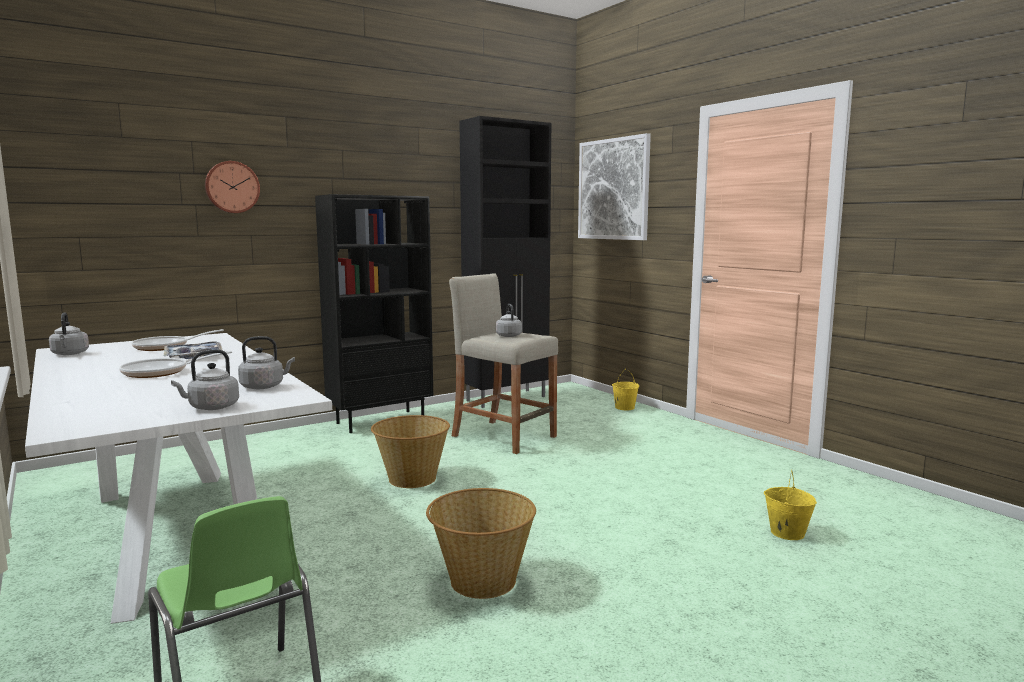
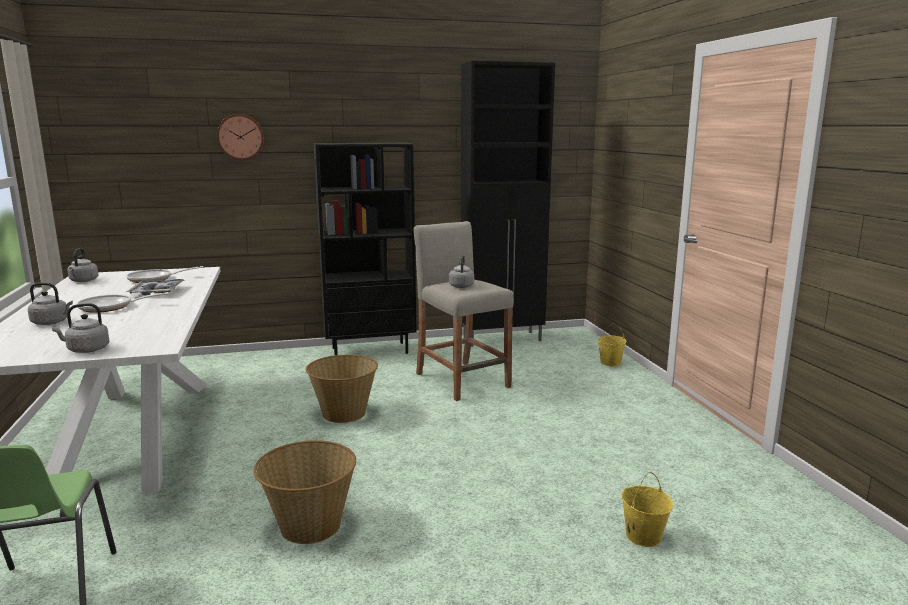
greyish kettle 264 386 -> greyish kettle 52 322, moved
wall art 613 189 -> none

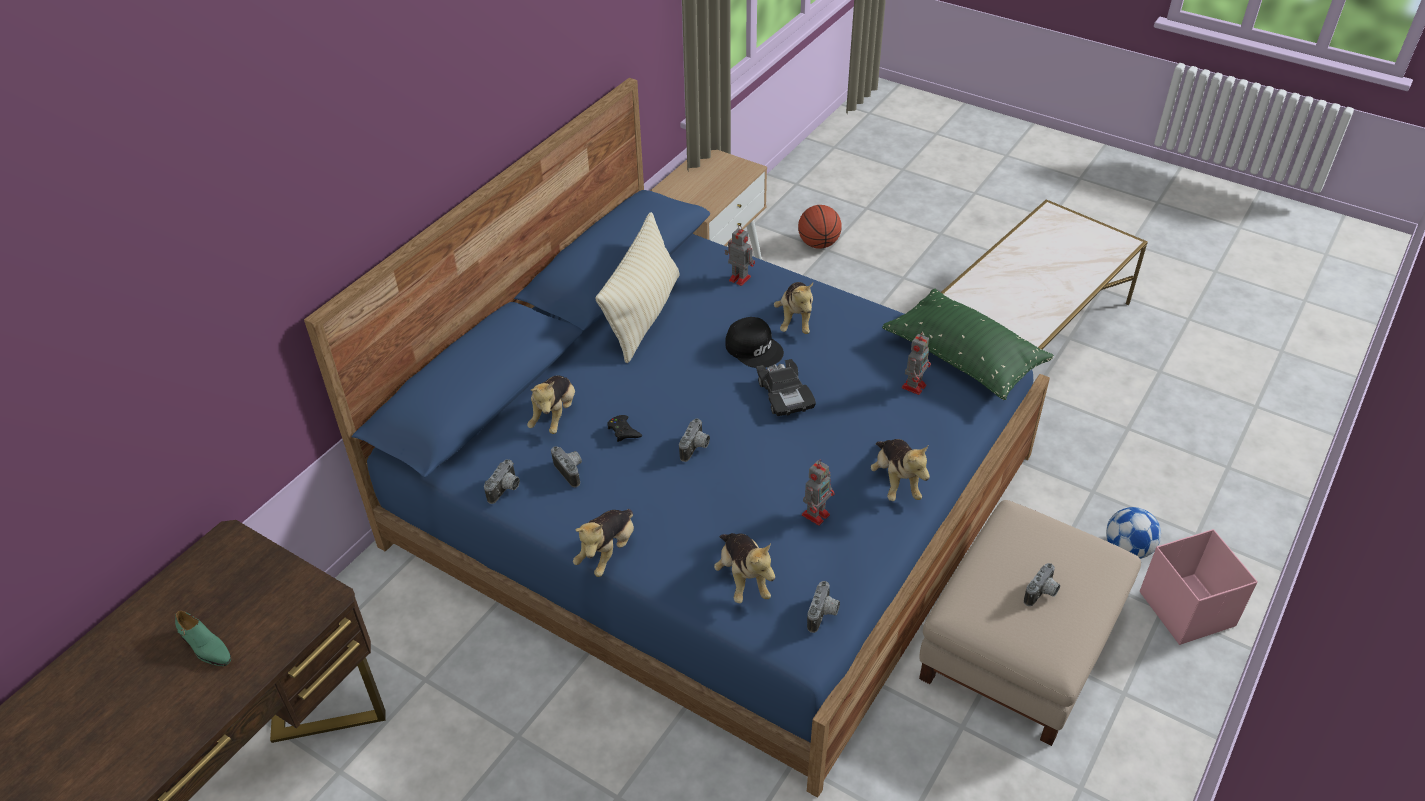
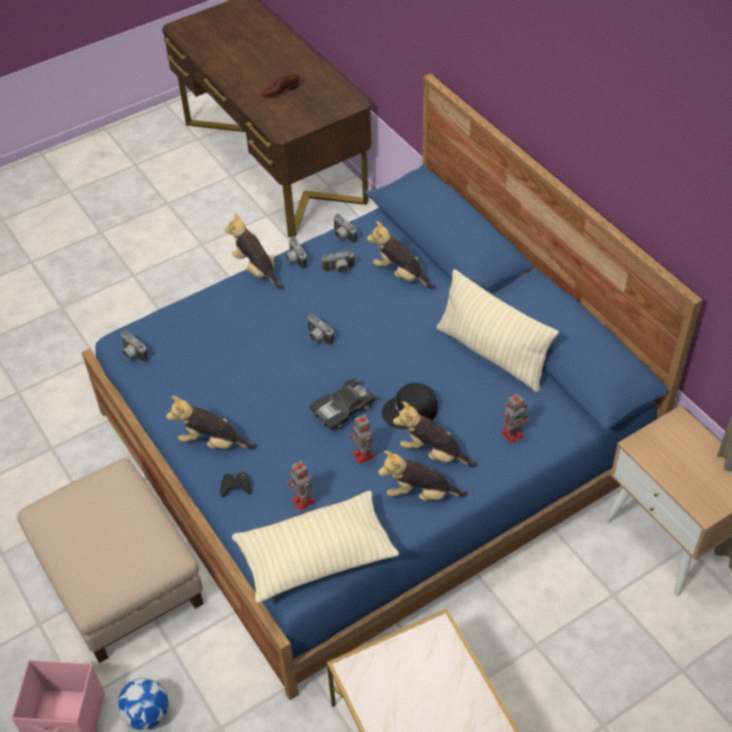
green-coloured low shoe 205 647 -> brown-coloured low shoe 280 91
black-coloured joypad 623 431 -> black-coloured joypad 236 487, moved
cuddly toy 743 578 -> cuddly toy 420 494, moved
black-coloured toy car 784 395 -> black-coloured toy car 343 409, 45 degrees counterclockwise
basketball 818 244 -> none
robot figure 816 514 -> robot figure 364 456, moved
green-coloured pillow 964 358 -> beige-coloured pillow 316 557
still camera 1042 594 -> still camera 294 260, moved

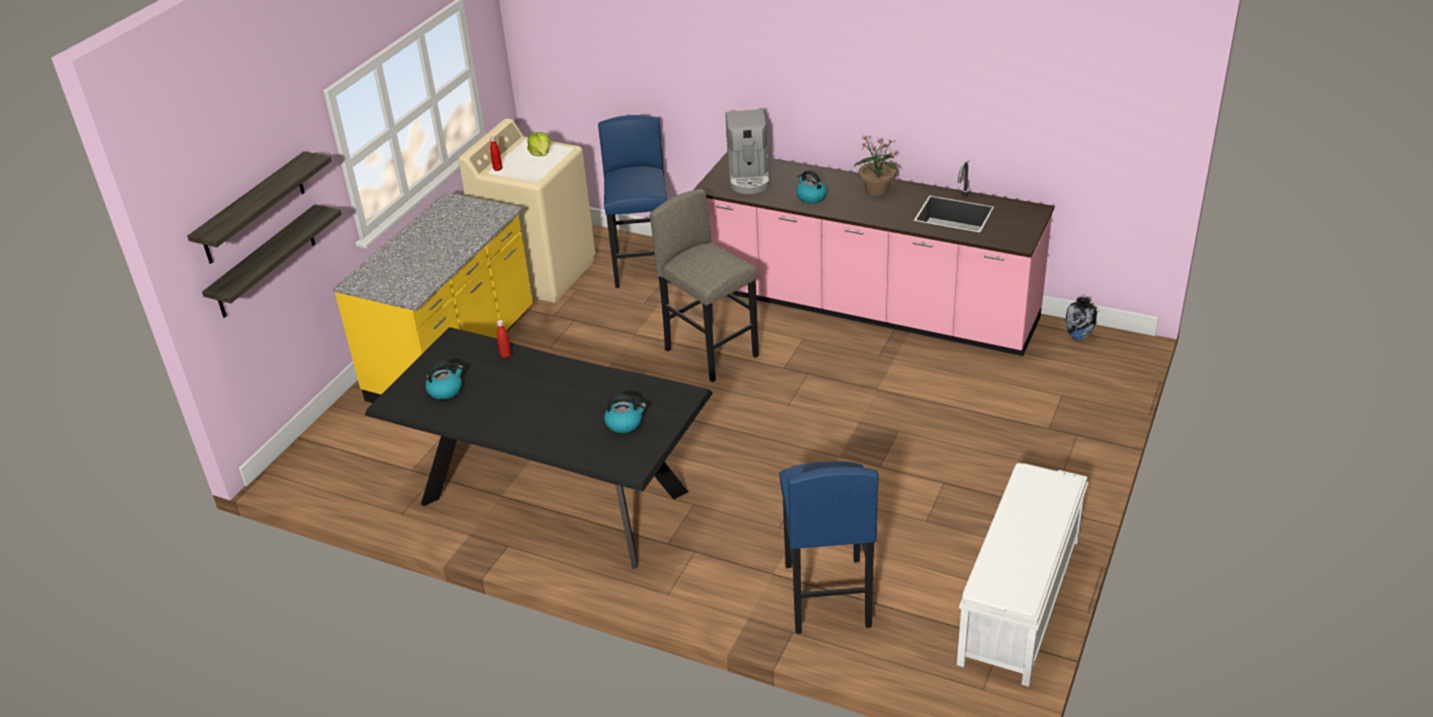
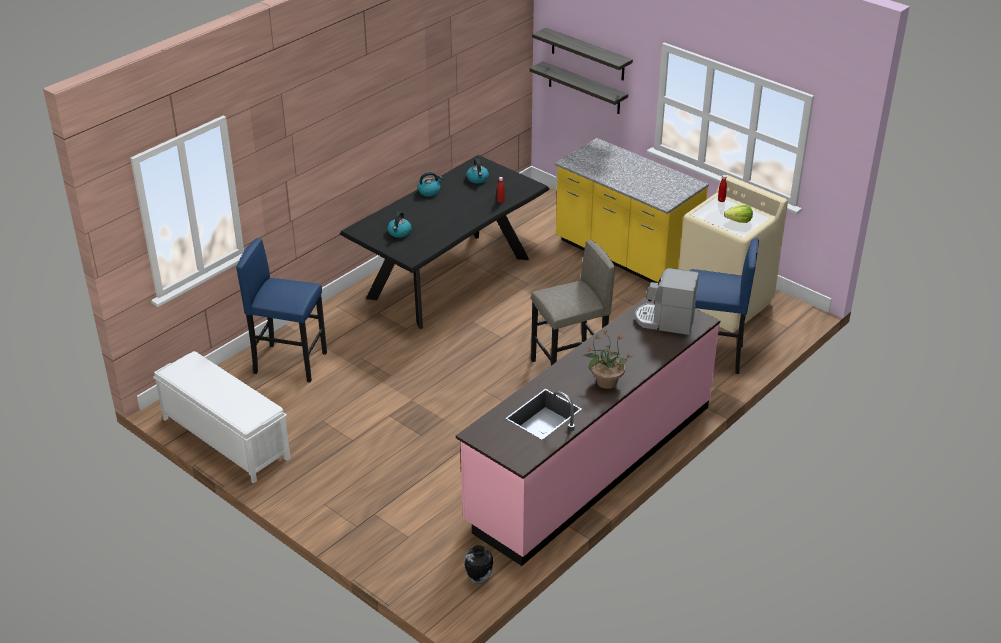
kettle 811 197 -> kettle 429 191, moved

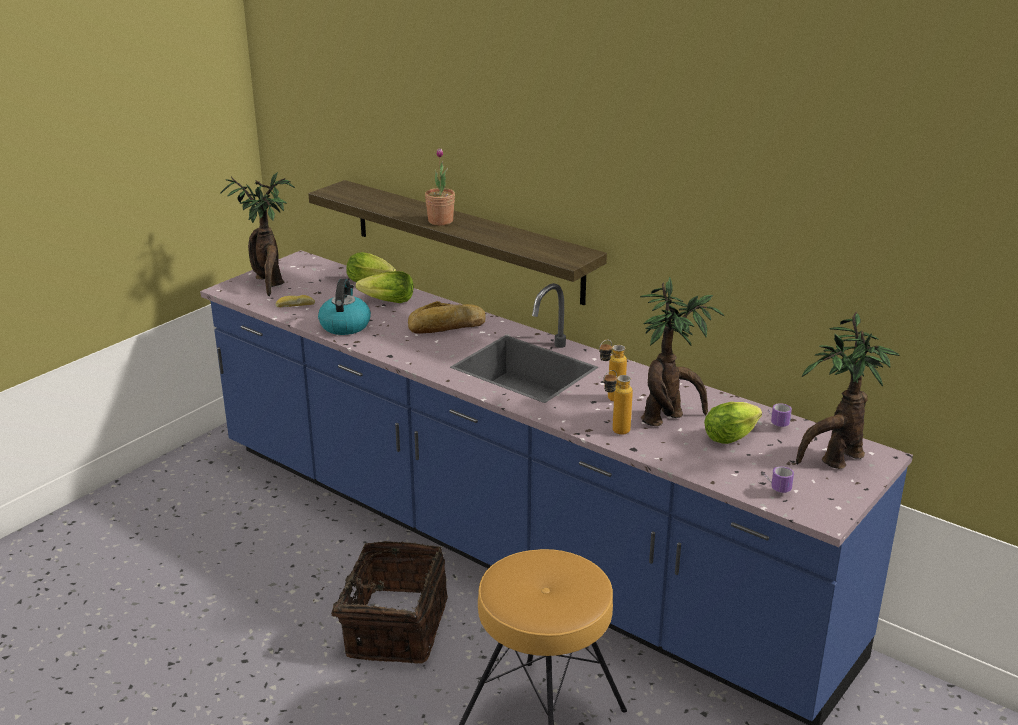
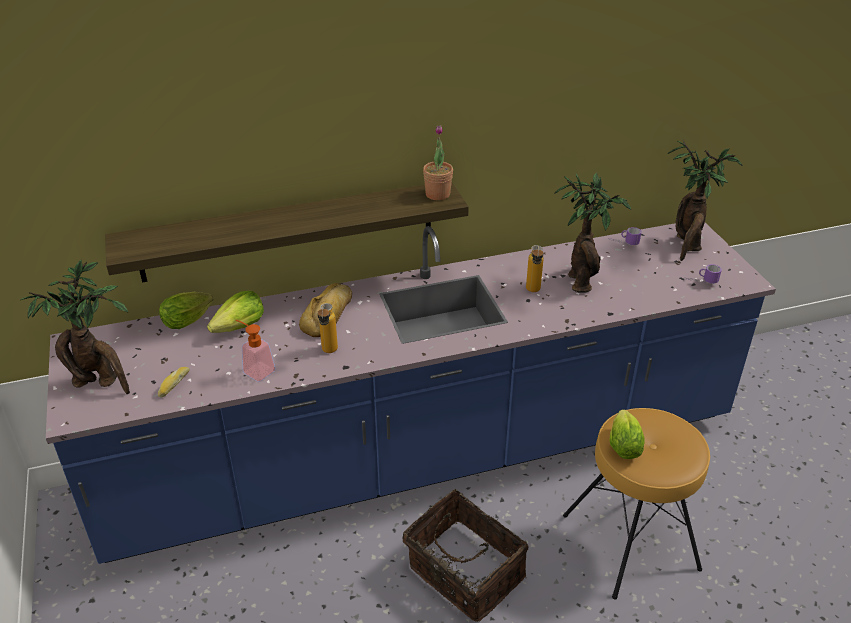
kettle 345 325 -> soap dispenser 255 370
plant in a pot 440 221 -> plant in a pot 437 194, moved
beverage bottle 615 432 -> beverage bottle 328 353, moved
lettuce 733 436 -> lettuce 623 444, moved

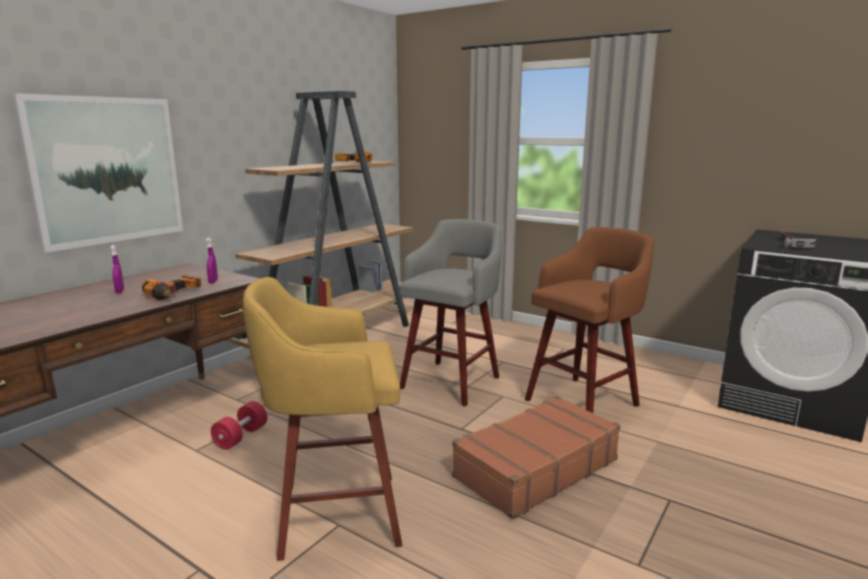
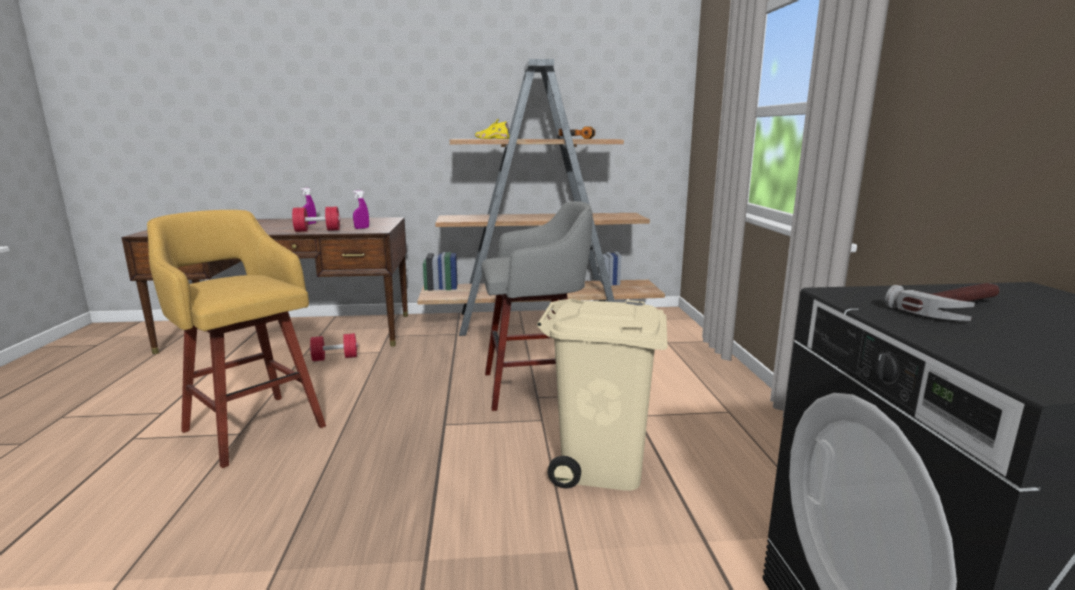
wall art 106 170 -> none
electric drill 176 295 -> red-coloured dumbbell 317 230
brown-coloured piece of luggage 535 468 -> none
brown-coloured sitting stool 584 401 -> beige-coloured trash can 602 467
none -> yellowish low shoe 491 138

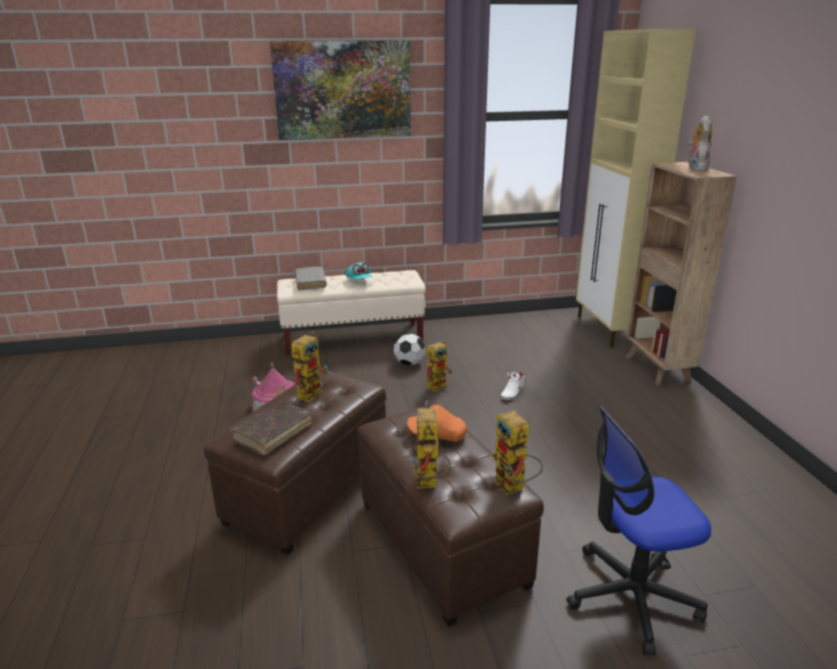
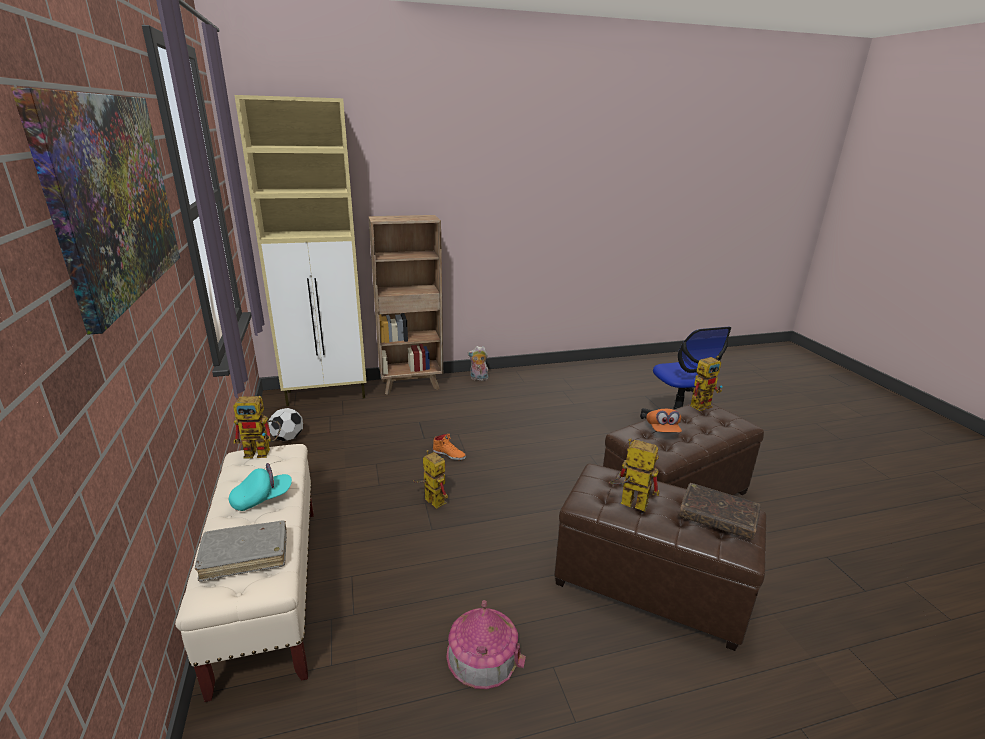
ball for football 409 363 -> ball for football 288 438, moved
robot figure 430 483 -> robot figure 263 452, moved
whitish low shoe 512 393 -> orange low shoe 449 454
cuddly toy 695 168 -> cuddly toy 478 378, moved

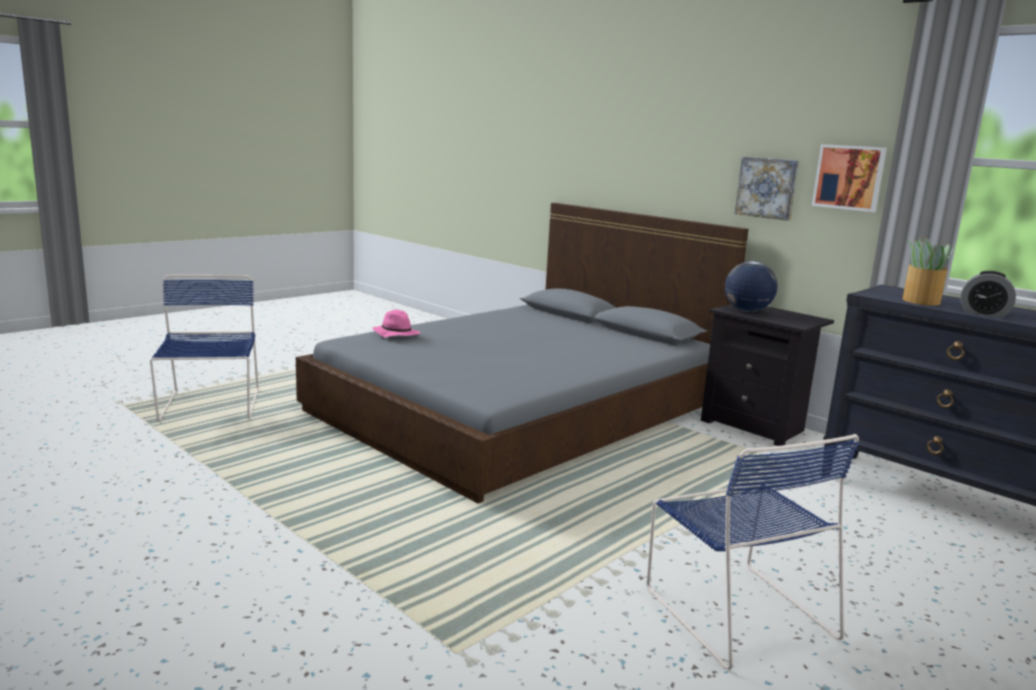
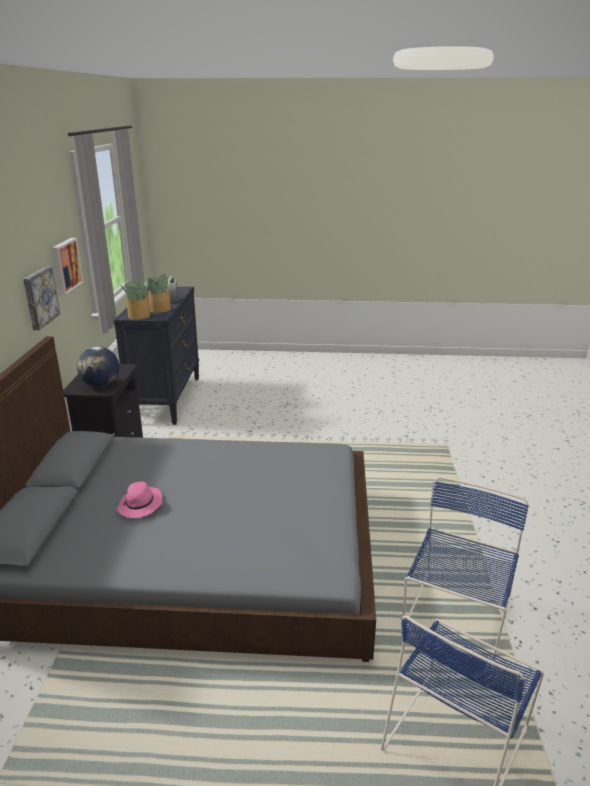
pink-coloured hat 395 334 -> pink-coloured hat 140 505, moved
blue-coloured plain chair 735 609 -> blue-coloured plain chair 456 616, moved
none -> plant in a pot 138 316

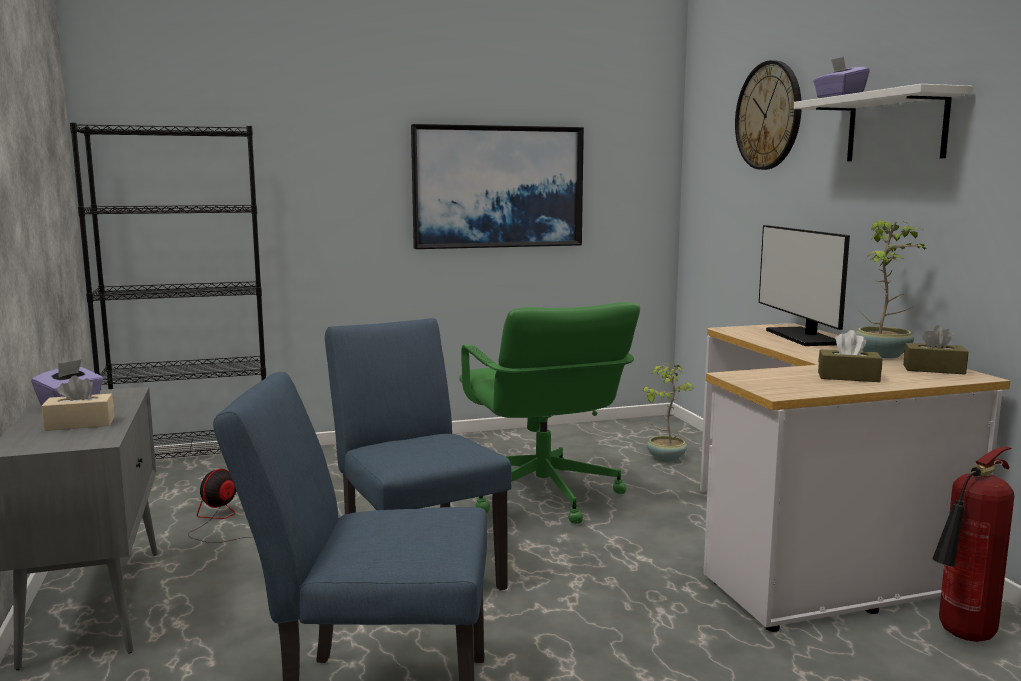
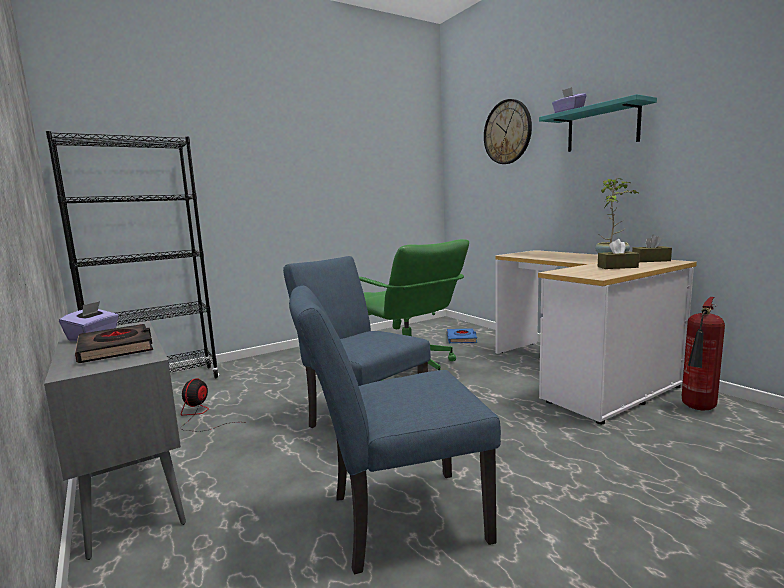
beige-coloured box of tissues 80 424 -> black-coloured bound book 116 349
wall art 498 187 -> none
plant in a pot 665 458 -> blue-coloured bound book 461 338
computer screen 802 337 -> none
whitish shelf 896 127 -> blue-green shelf 602 128

